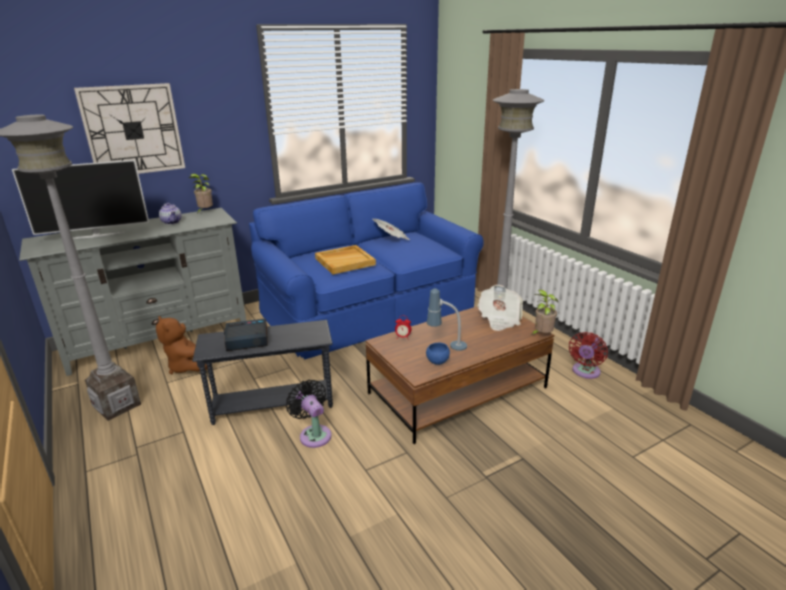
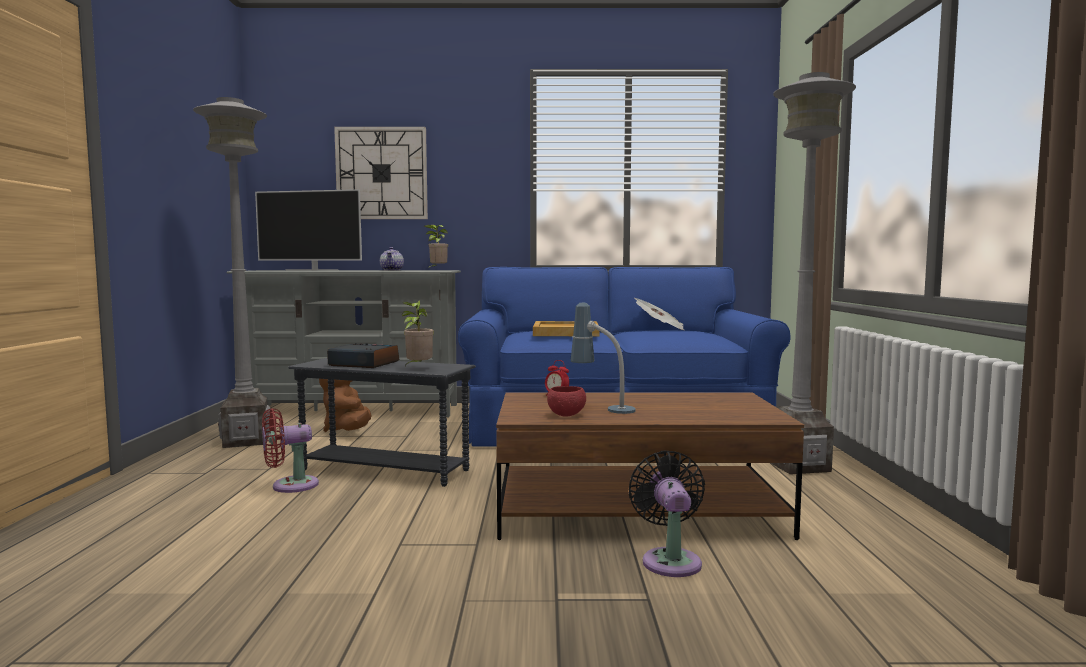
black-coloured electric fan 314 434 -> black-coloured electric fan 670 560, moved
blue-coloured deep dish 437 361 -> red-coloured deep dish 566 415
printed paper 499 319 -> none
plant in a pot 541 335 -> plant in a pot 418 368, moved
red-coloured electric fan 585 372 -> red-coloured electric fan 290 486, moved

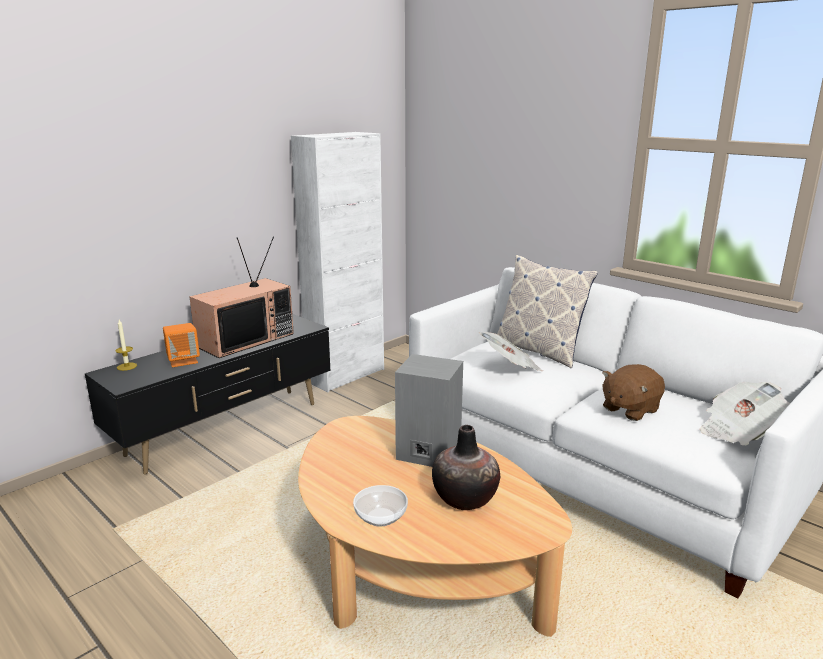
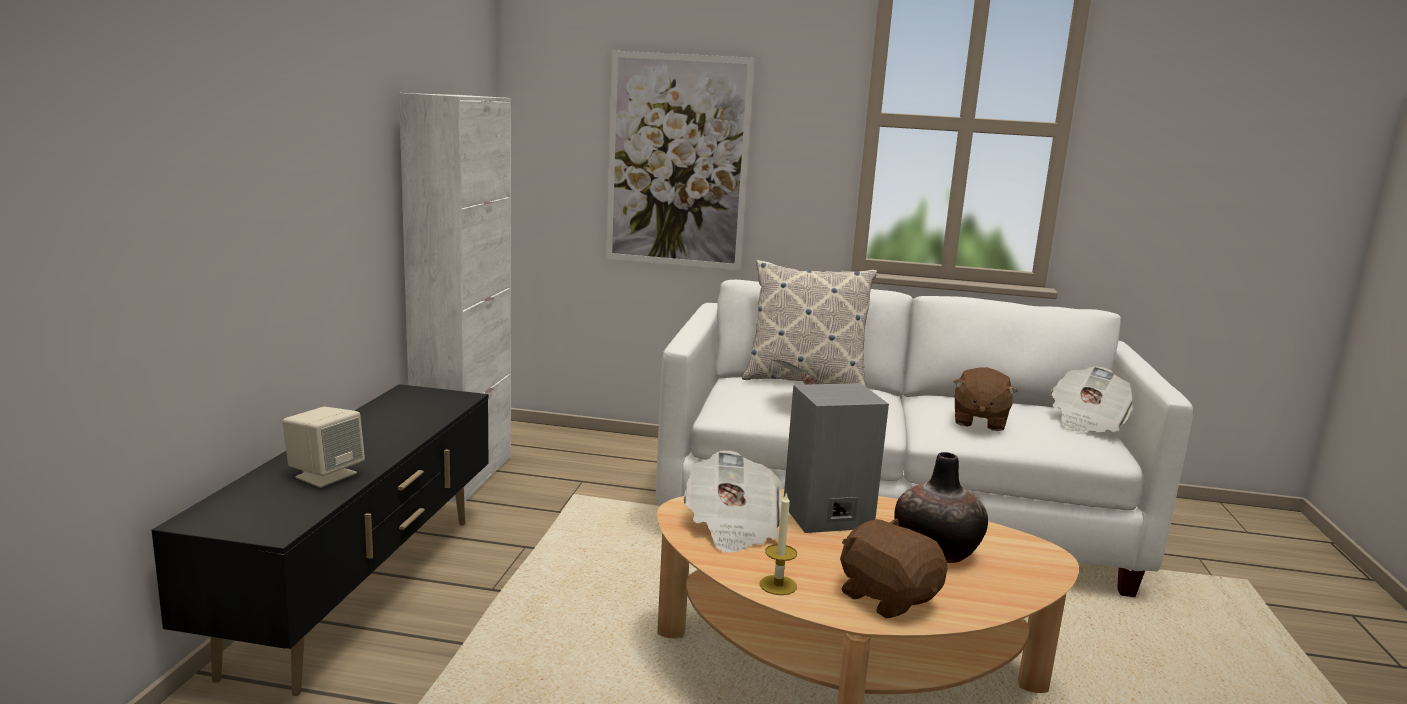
candle 127 366 -> candle 778 585, moved
orange speaker 183 361 -> beige-coloured speaker 326 475
television 245 339 -> none
deep dish 380 517 -> brown-coloured cuddly toy 887 597
none -> wall art 677 162
none -> printed paper 732 527

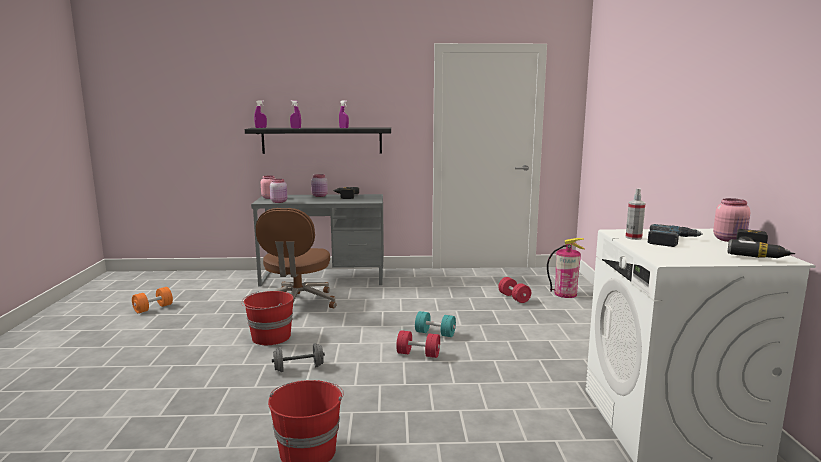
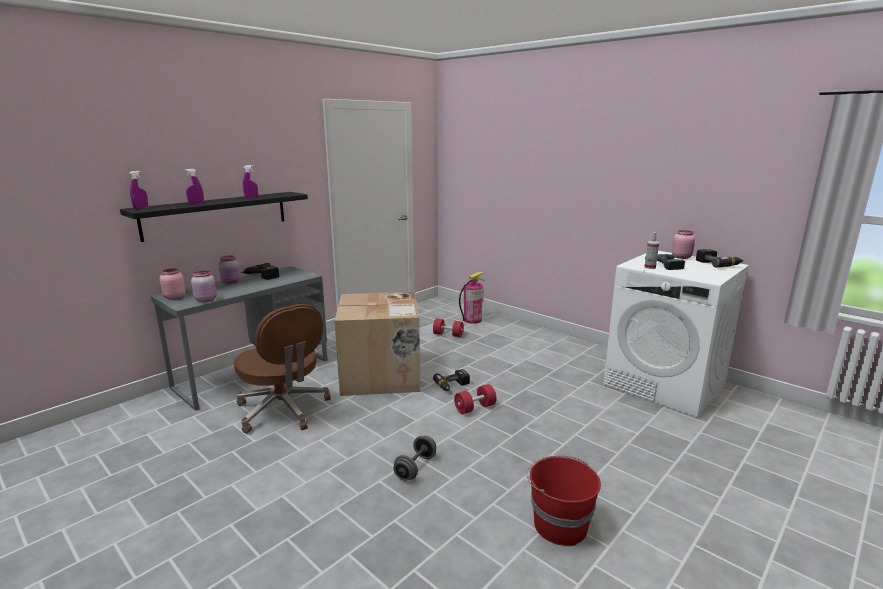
orange dumbbell 153 308 -> none
red-coloured pail 270 337 -> none
blue-green dumbbell 435 333 -> electric drill 453 386
none -> cardboard box 381 376

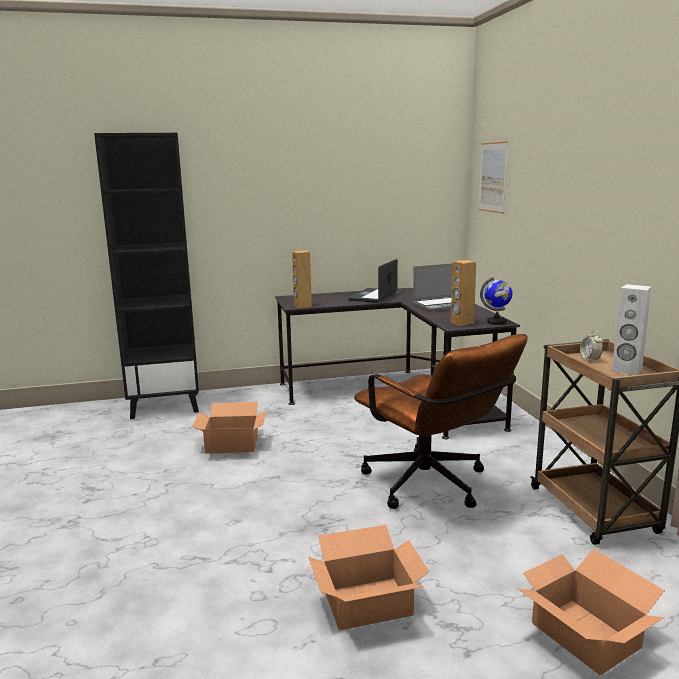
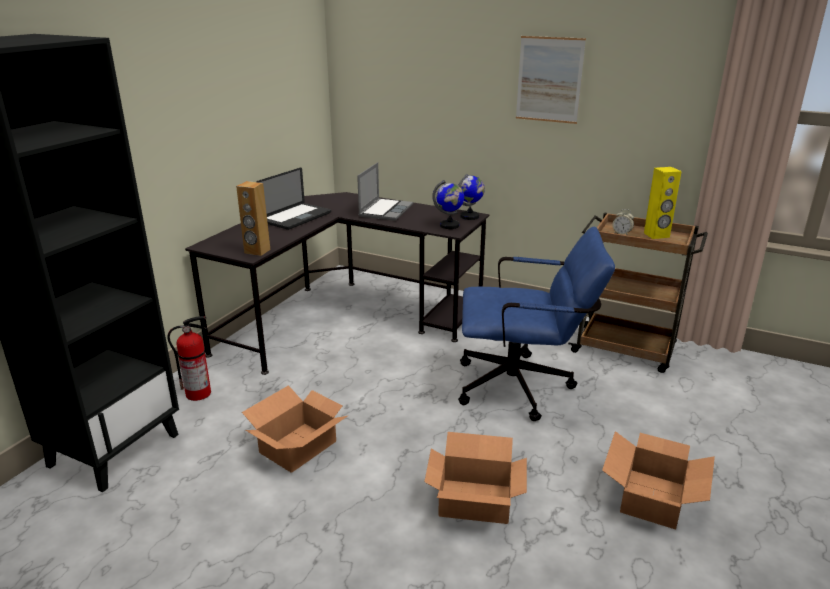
portable computer 373 296 -> portable computer 296 217, 120 degrees counterclockwise
brown-coloured computer chair 433 487 -> blue-coloured computer chair 524 387
brown-coloured speaker 461 323 -> world globe 449 226
wall art 493 177 -> wall art 549 80, moved
cardboard box 585 634 -> cardboard box 474 500, moved
whitish speaker 626 370 -> yellowish speaker 656 235
none -> extinguisher 199 393

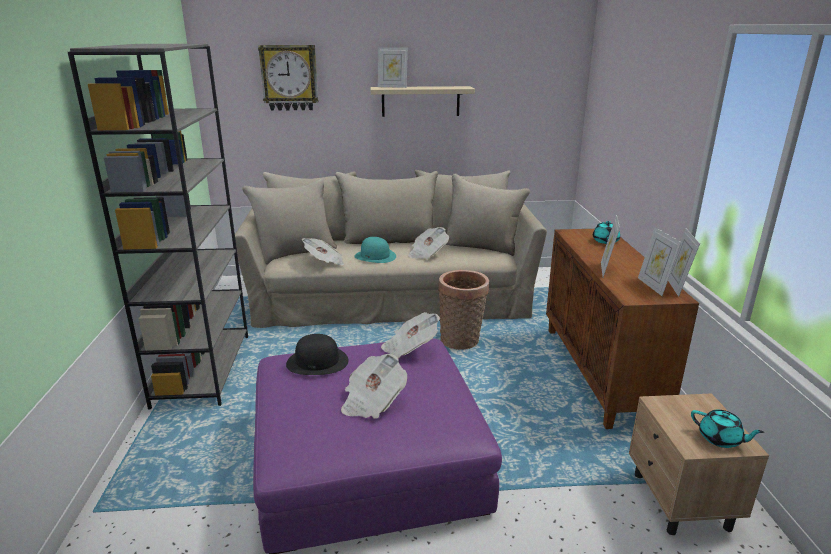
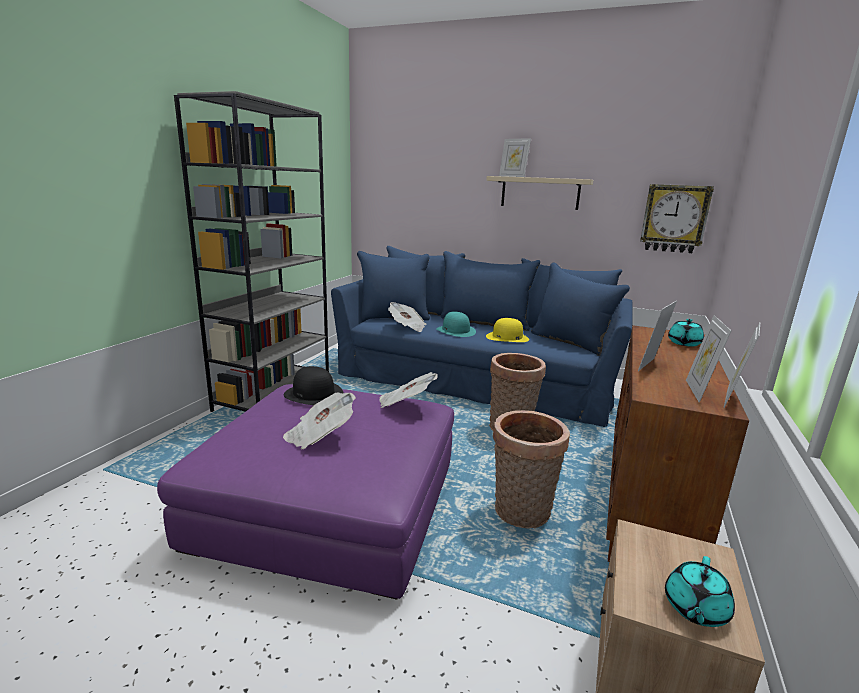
beige-coloured sofa 392 296 -> blue-coloured sofa 476 378
hanging clock 289 78 -> hanging clock 674 218, moved
printed paper 427 254 -> yellowish hat 507 337
blue-green pot for tea 720 439 -> blue-green pot for tea 695 609, 60 degrees clockwise
none -> basket 521 514

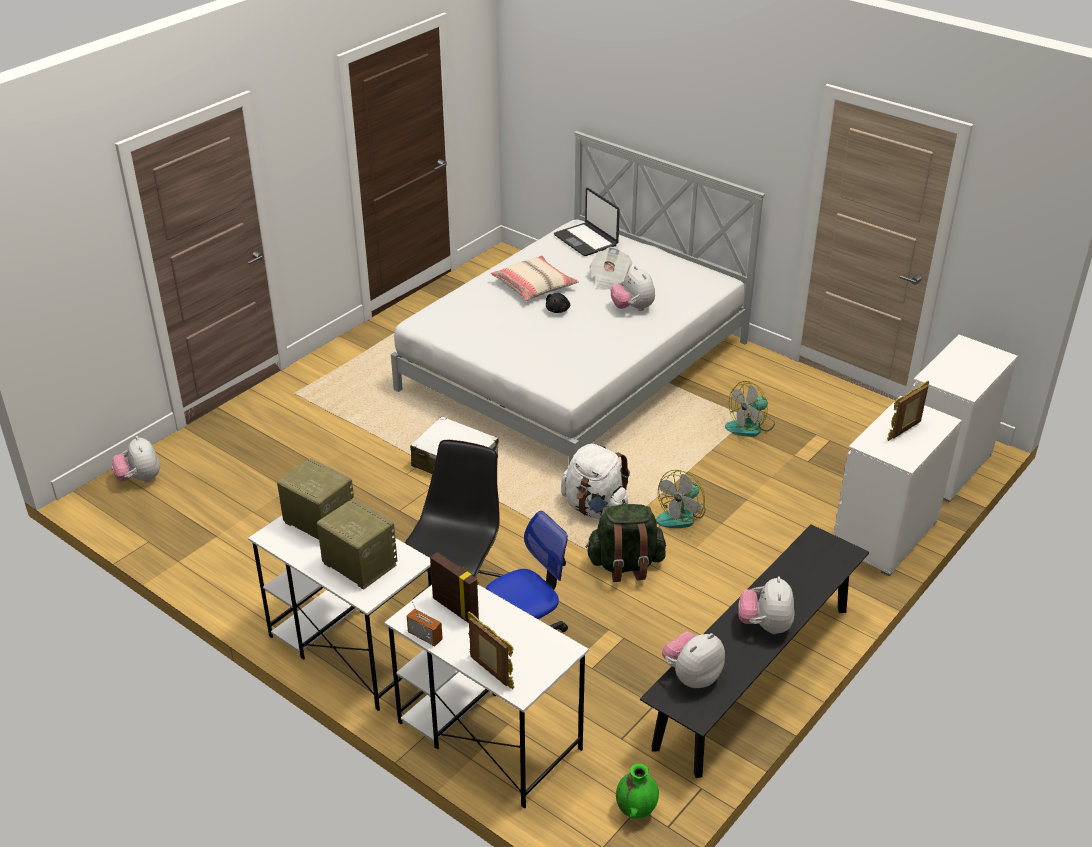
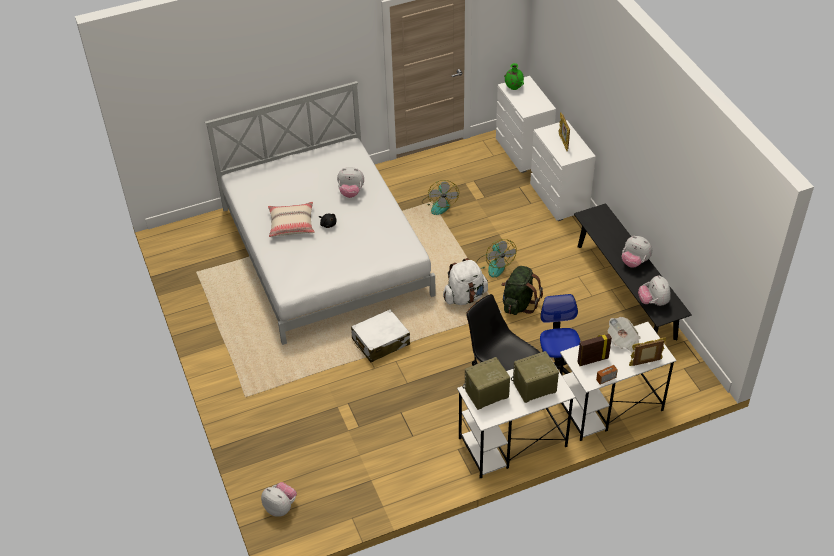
cuddly toy 140 479 -> cuddly toy 281 507, 150 degrees counterclockwise
portable computer 586 240 -> none
printed paper 609 279 -> printed paper 623 341, moved
green-coloured decorative vase 636 810 -> green-coloured decorative vase 513 88, moved

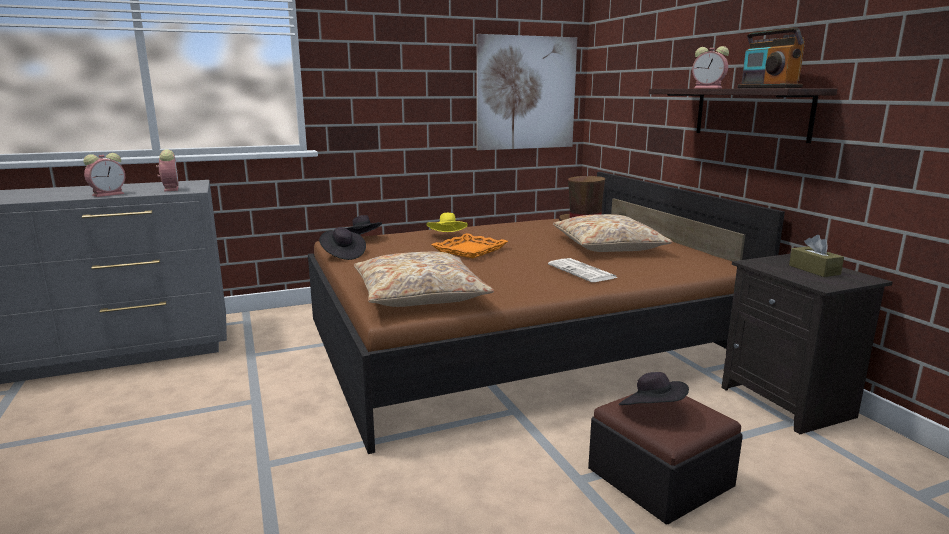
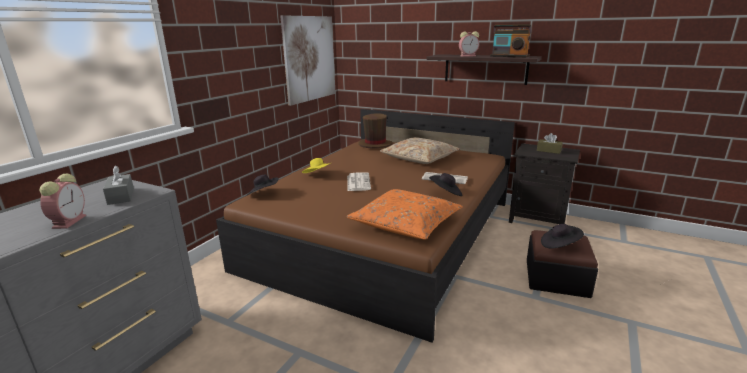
bedside clock 171 189 -> greyish box of tissues 121 196
black-coloured hat 342 255 -> black-coloured hat 446 193, moved
beige-coloured pillow 420 295 -> orange pillow 405 223
orange carrying tray 469 250 -> printed paper 358 182

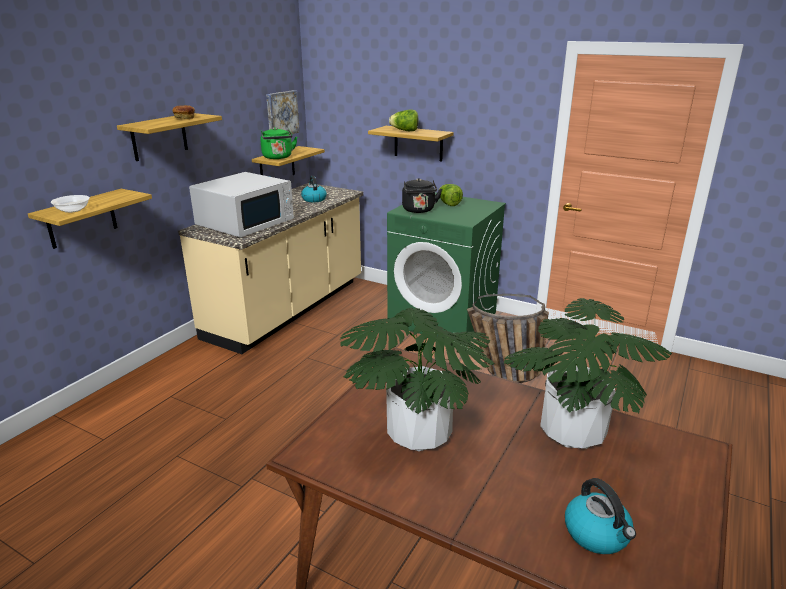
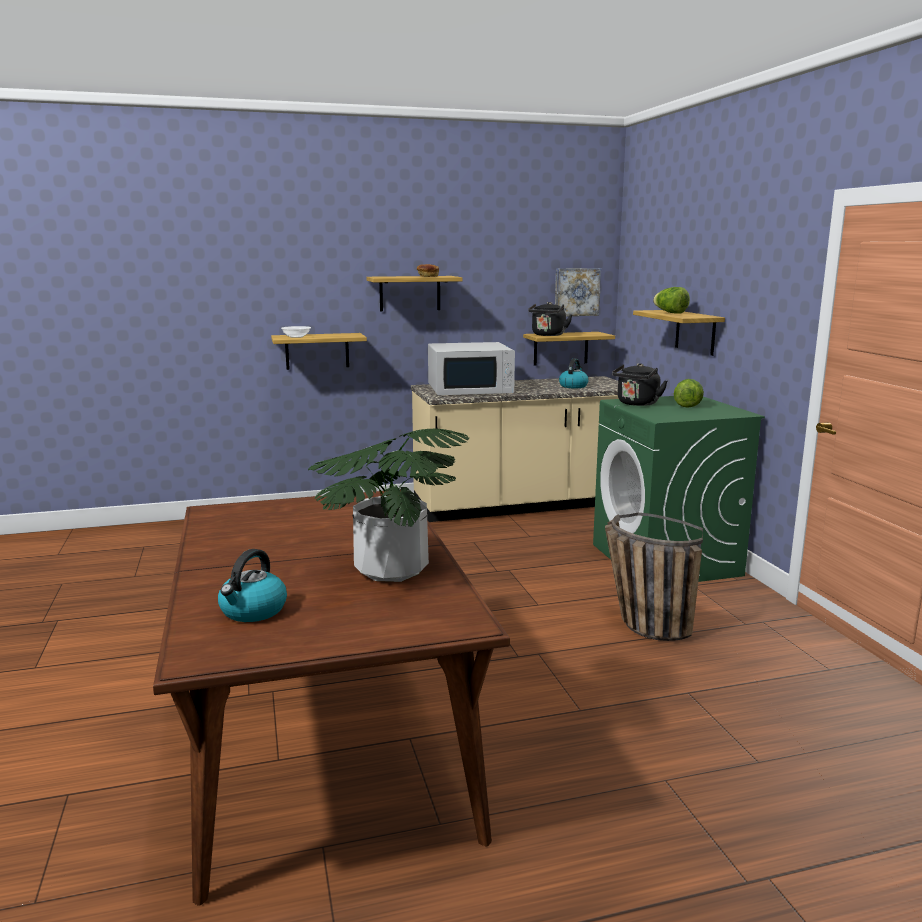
green-coloured kettle 278 157 -> black-coloured kettle 548 335
plant in a pot 419 434 -> none

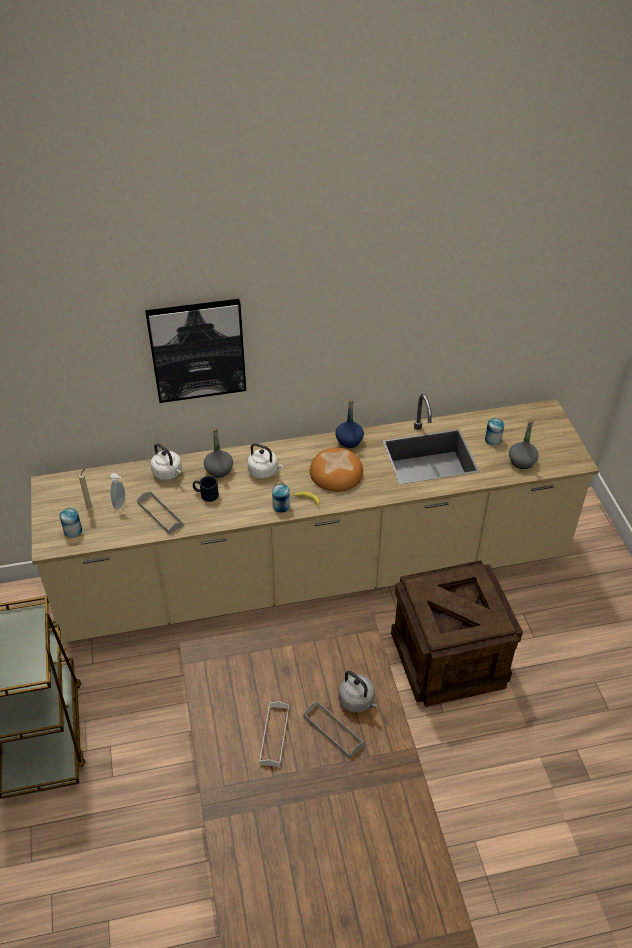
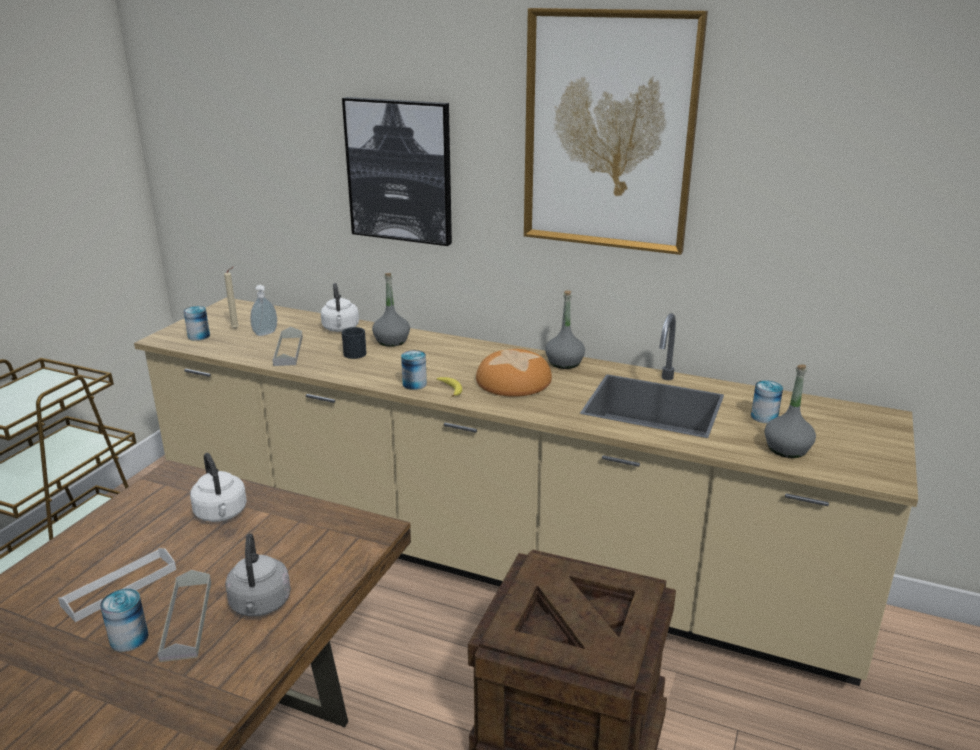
whitish kettle 264 471 -> whitish kettle 221 514, moved
blue-coloured beverage bottle 349 441 -> greyish beverage bottle 564 363
none -> can 129 638
none -> wall art 609 132

